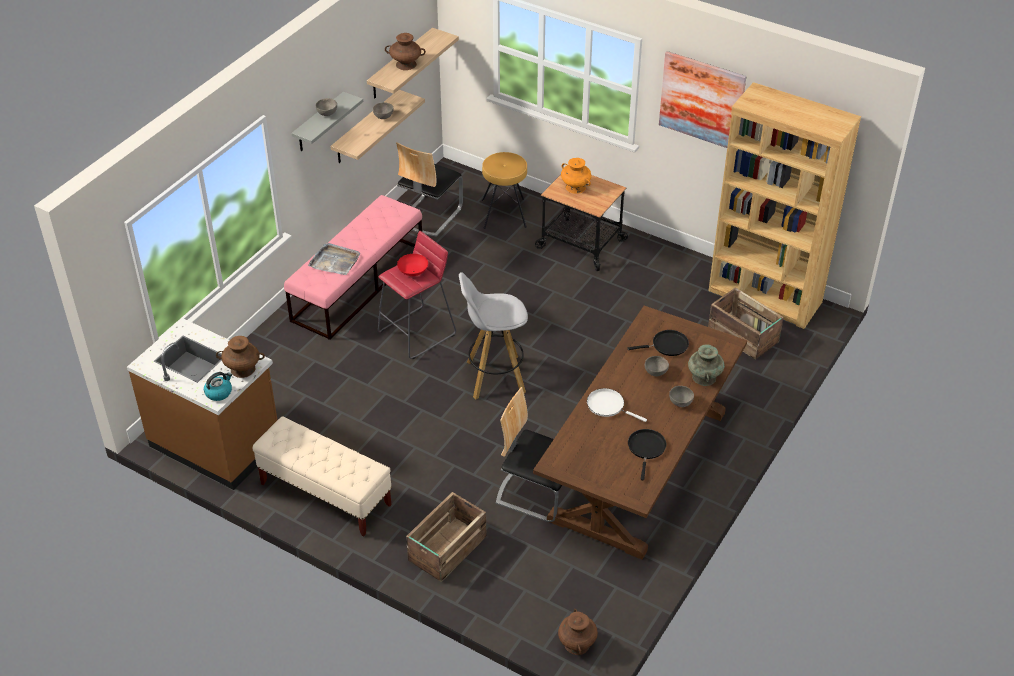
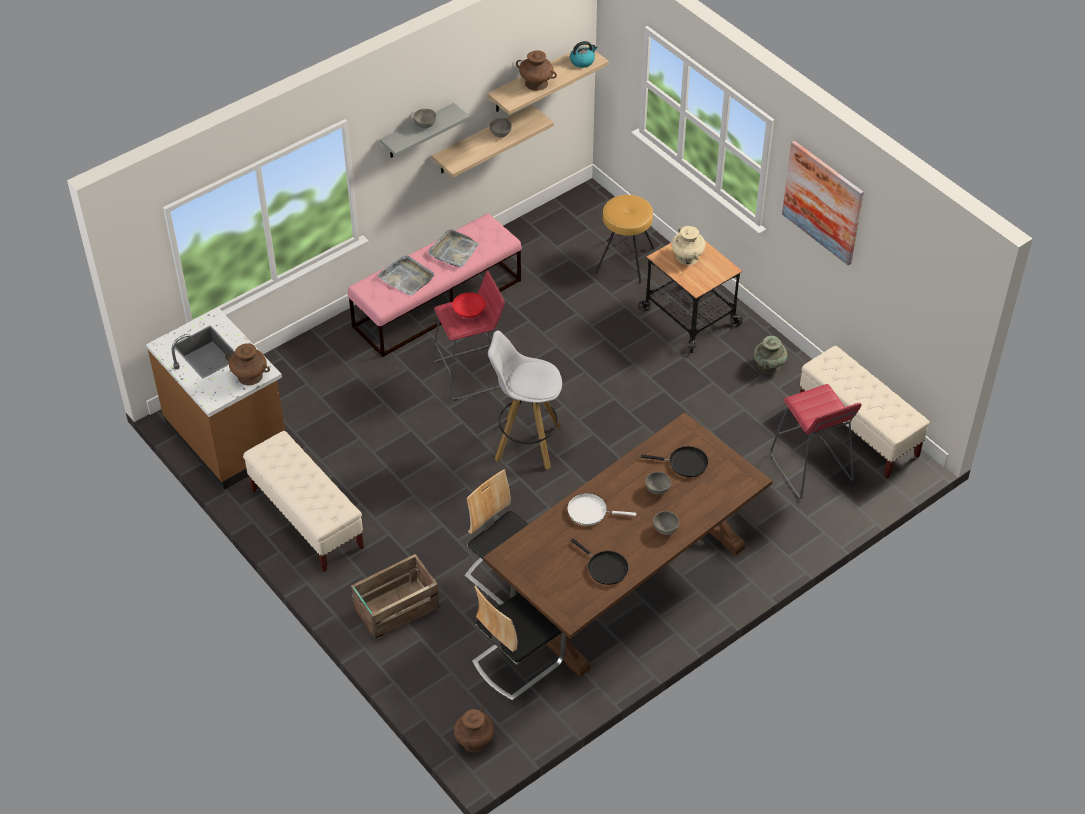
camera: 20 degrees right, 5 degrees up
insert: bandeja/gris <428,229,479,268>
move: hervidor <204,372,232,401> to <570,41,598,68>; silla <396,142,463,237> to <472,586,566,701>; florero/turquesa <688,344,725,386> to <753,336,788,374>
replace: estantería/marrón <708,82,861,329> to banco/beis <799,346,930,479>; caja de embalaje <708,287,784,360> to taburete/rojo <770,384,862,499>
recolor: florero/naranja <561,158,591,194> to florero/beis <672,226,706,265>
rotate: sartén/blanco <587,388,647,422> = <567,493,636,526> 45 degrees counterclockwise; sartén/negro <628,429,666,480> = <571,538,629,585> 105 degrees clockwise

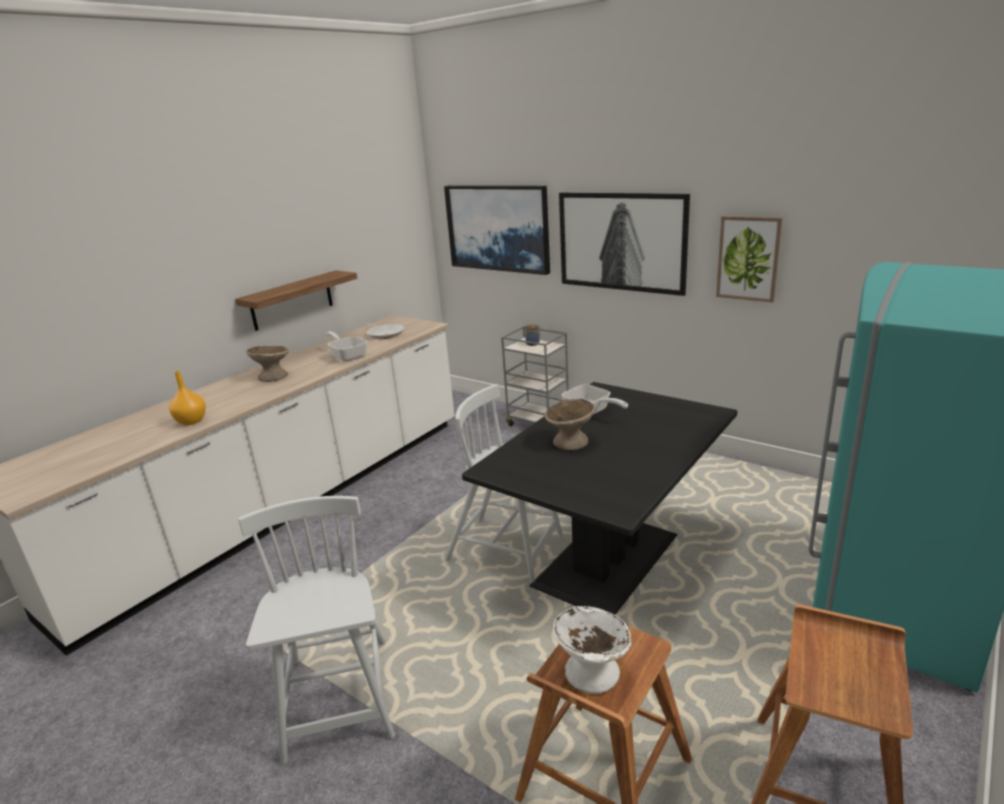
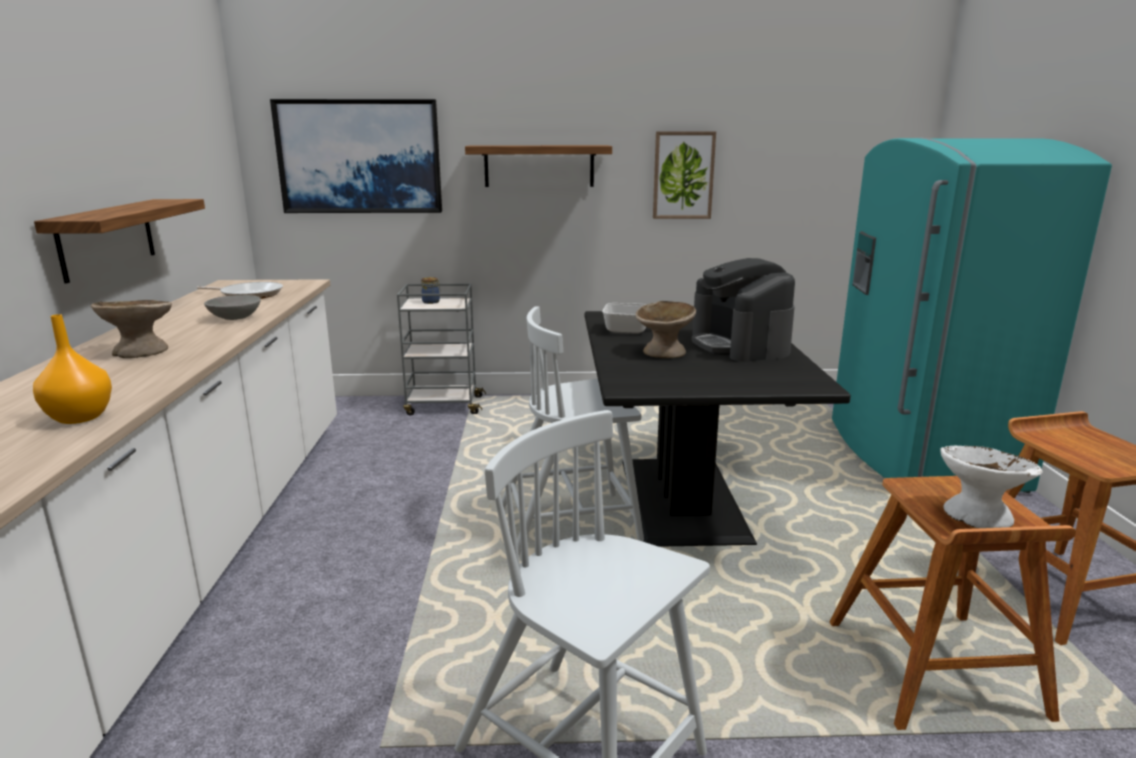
camera: 40 degrees left, 5 degrees down
insert: cafetera <691,258,795,362>
replace: sartén <326,331,367,361> to cuenco/gris <204,295,261,320>; cuadro <559,193,690,296> to estante <465,145,612,187>

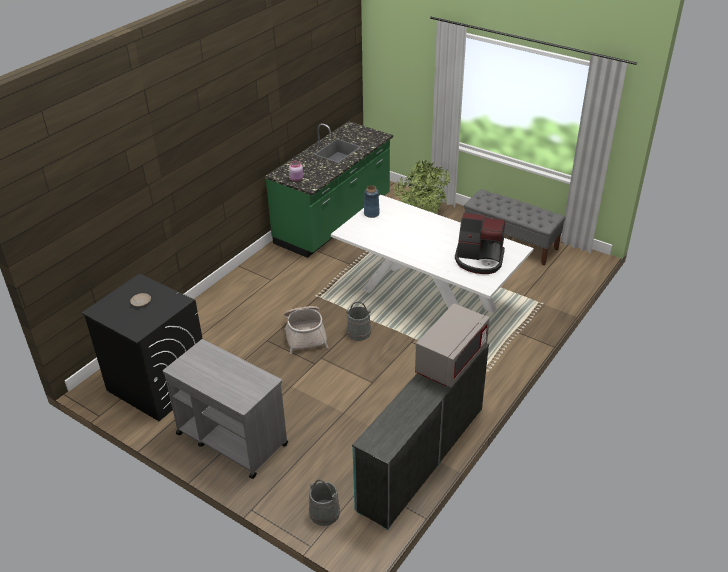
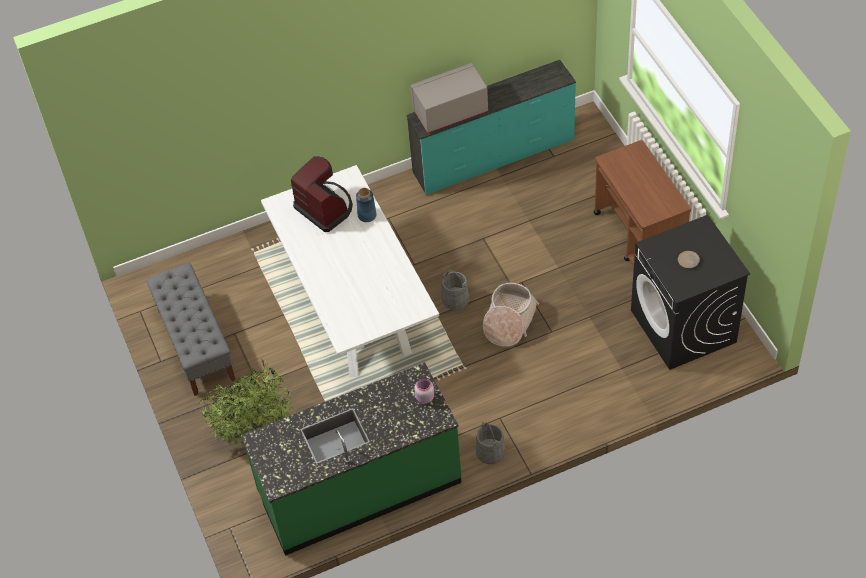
camera: 145 degrees left, 15 degrees up
move: cubo/gris <309,479,340,526> to <476,422,506,464>; florero/azul <364,185,380,218> to <356,188,377,222>
recolor: carrito/gris <163,339,288,479> to carrito/marrón <594,140,691,266>

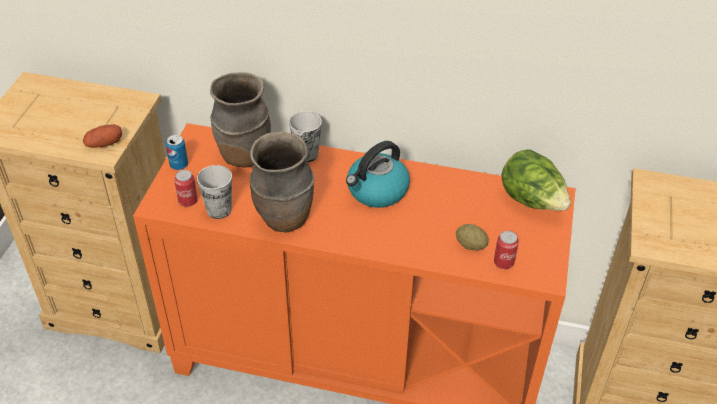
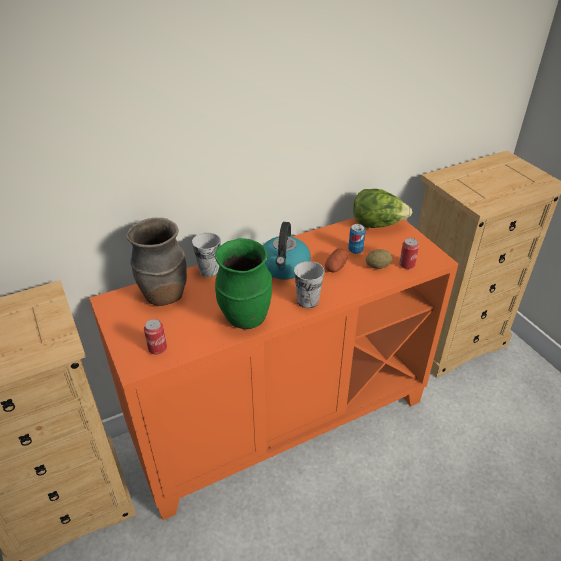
camera: 40 degrees left, 5 degrees down
move: patata <83,124,122,148> to <325,248,348,273>; lata <166,135,188,170> to <348,224,365,254>; taza <197,165,232,219> to <294,261,325,308>
recolor: florero/marrón <250,131,315,232> to florero/verde <215,238,272,329>

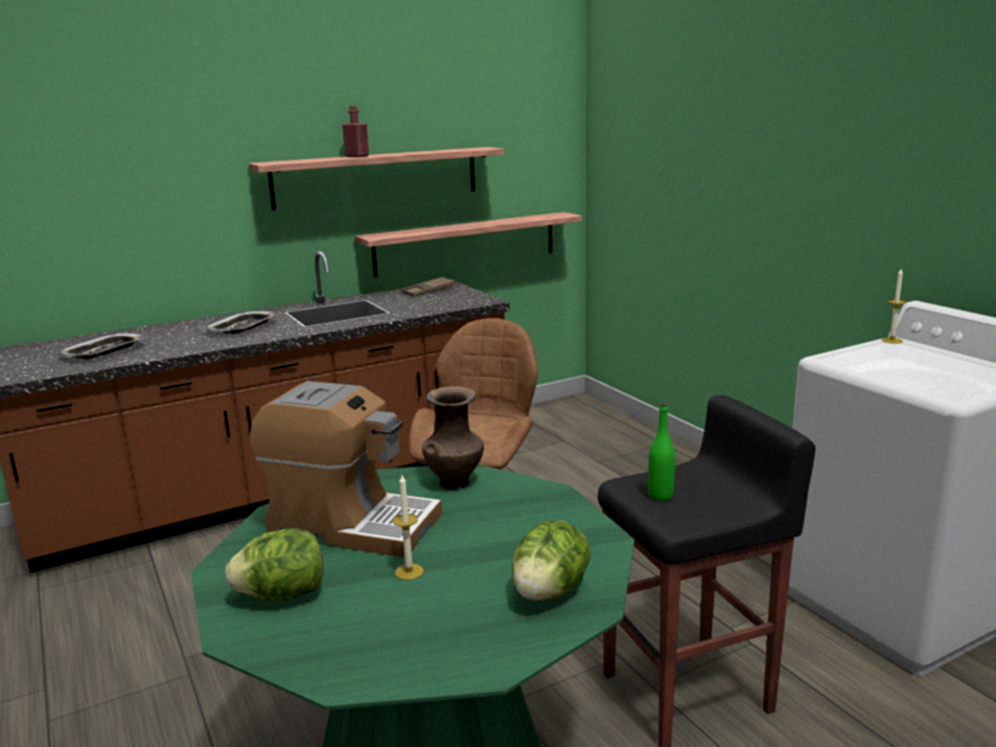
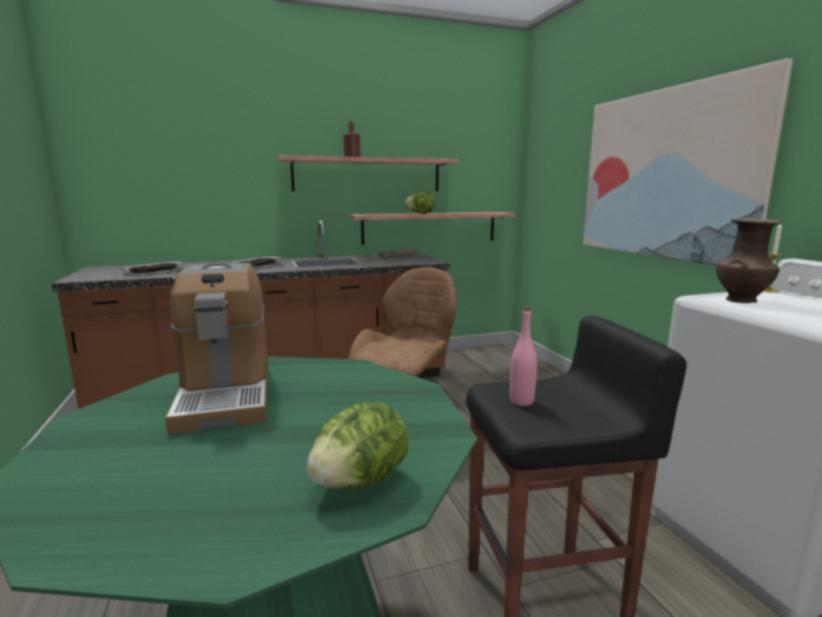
camera: 10 degrees right, 5 degrees down
delete: vela <393,475,424,580>
insert: cuadro <583,58,793,266>
move: lechuga <225,529,323,601> to <405,191,435,214>; florero/marrón <422,386,484,490> to <716,218,782,303>
recolor: botella/verde <648,403,675,501> to botella/rosa <510,308,537,406>
rotate: cafetera <250,381,442,558> = <165,263,268,434> 45 degrees clockwise

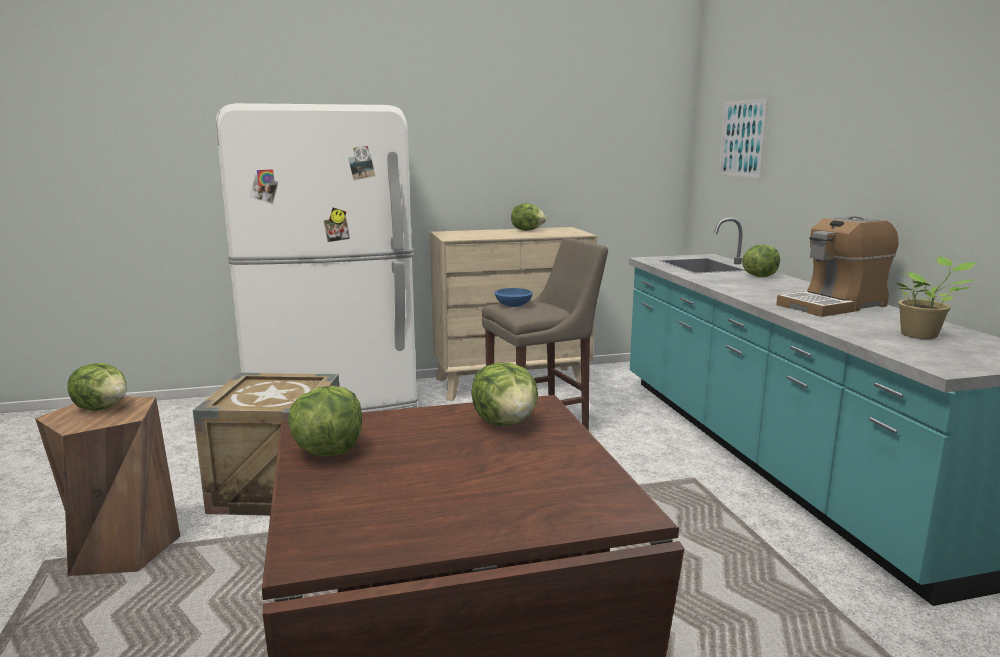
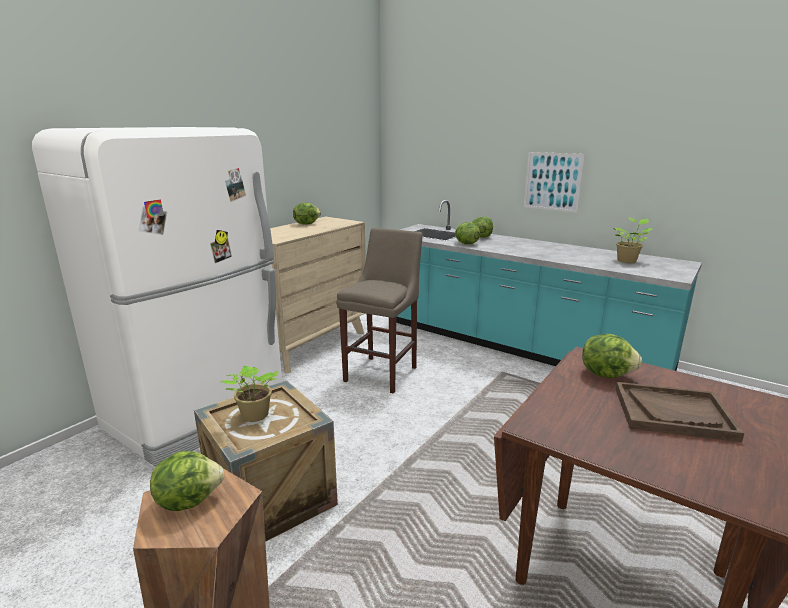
camera: 40 degrees left, 5 degrees up
delete: cuenco/azul <494,288,533,307>; cafetera <776,216,899,317>
insert: planta en maceta <221,365,279,422>; bandeja/marrón <615,382,745,442>
move: lechuga <288,386,362,456> to <455,222,480,244>; cuadro <719,98,768,178> to <524,152,585,213>

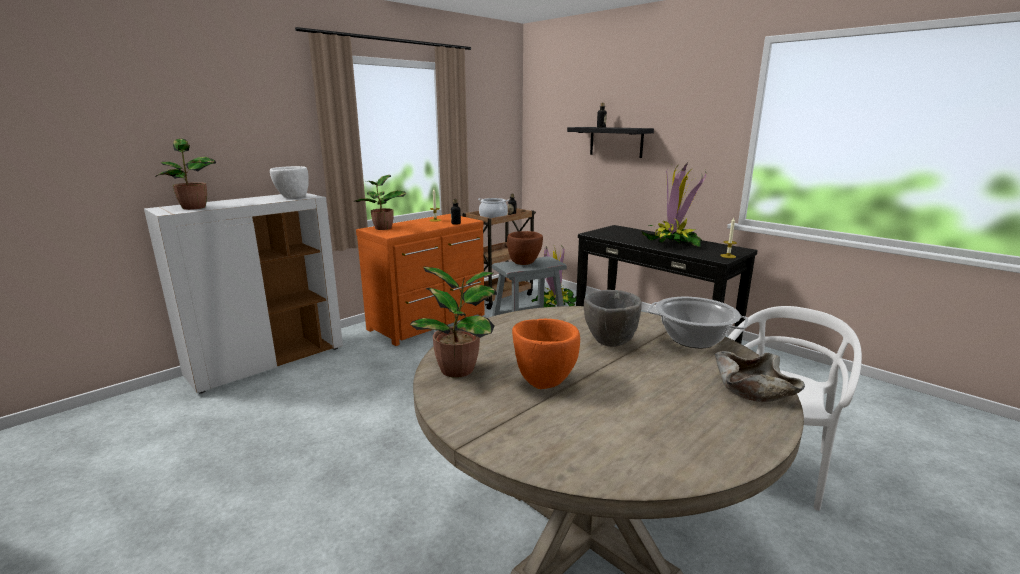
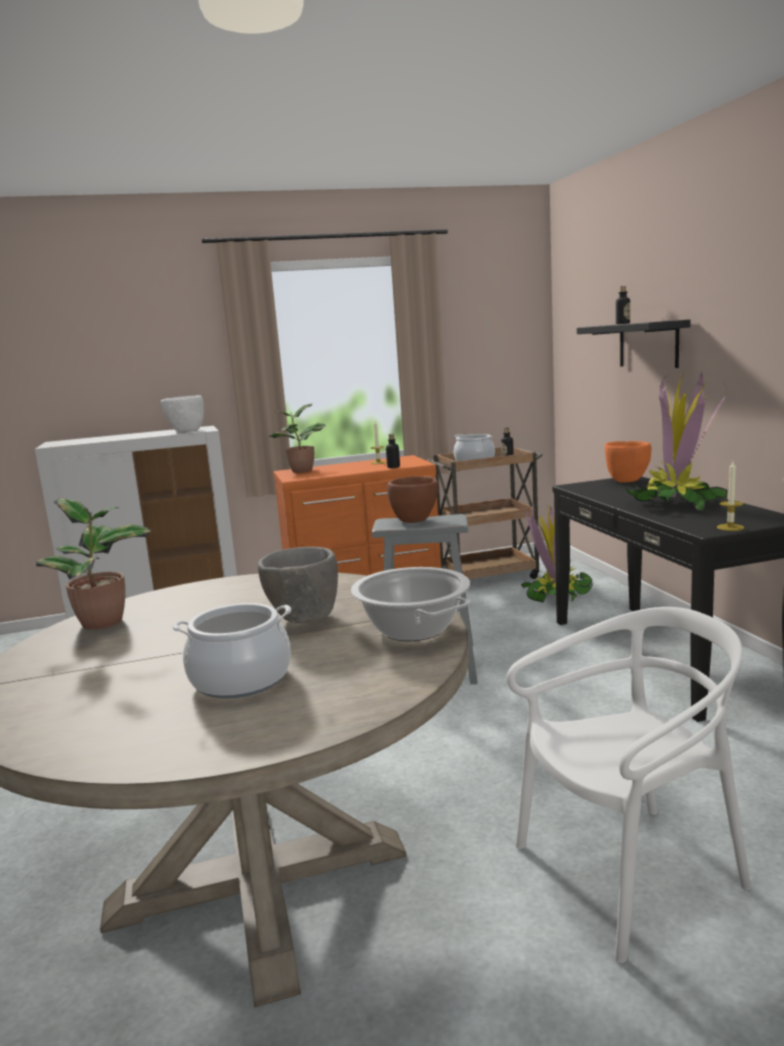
camera: 30 degrees right, 5 degrees down
delete: planta en maceta <156,138,216,210>; cuenco/beis <715,351,805,402>
insert: olla <172,603,291,698>
move: cuenco/naranja <512,319,580,389> to <605,441,651,483>

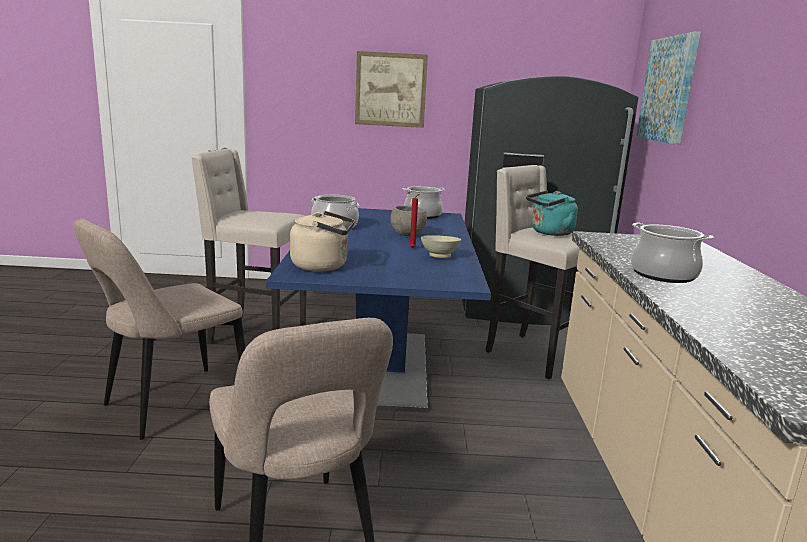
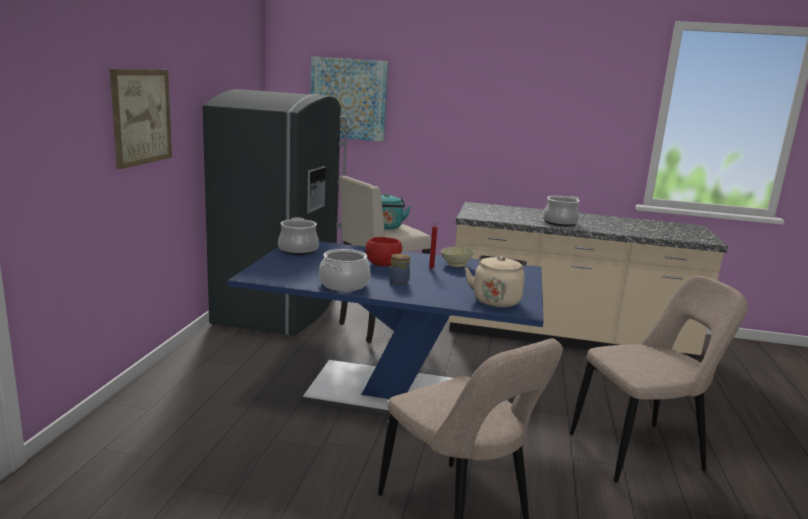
camera: 80 degrees left, 0 degrees up
delete: taburete/beis <191,149,306,344>
insert: tarro <389,254,410,285>
recolor: cuenco/gris <391,205,427,236> to cuenco/rojo <365,237,402,266>

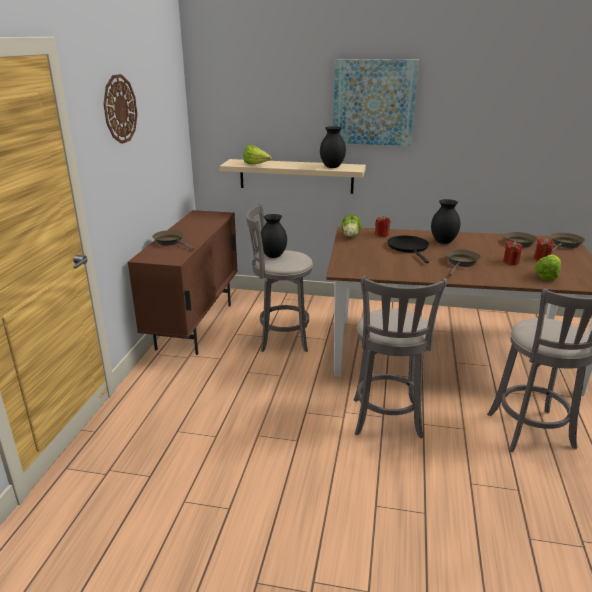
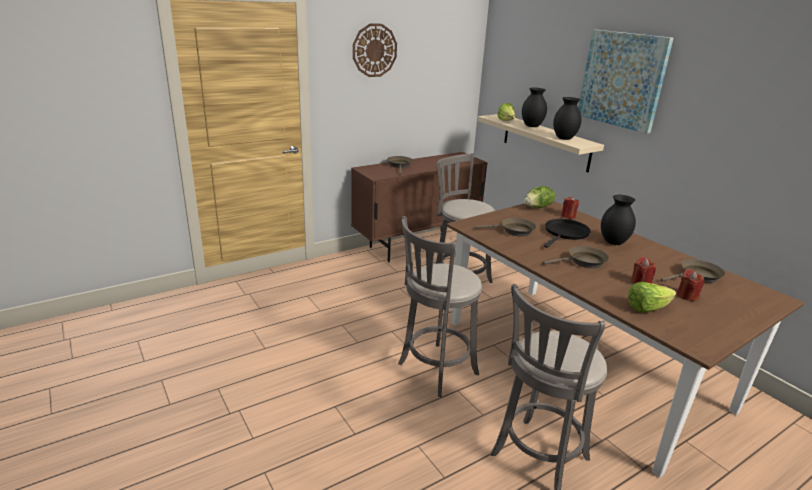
camera: 45 degrees right, 0 degrees up
move: florero/negro <261,214,287,258> to <522,88,547,127>; sartén/marrón <551,232,585,253> to <475,218,536,237>

